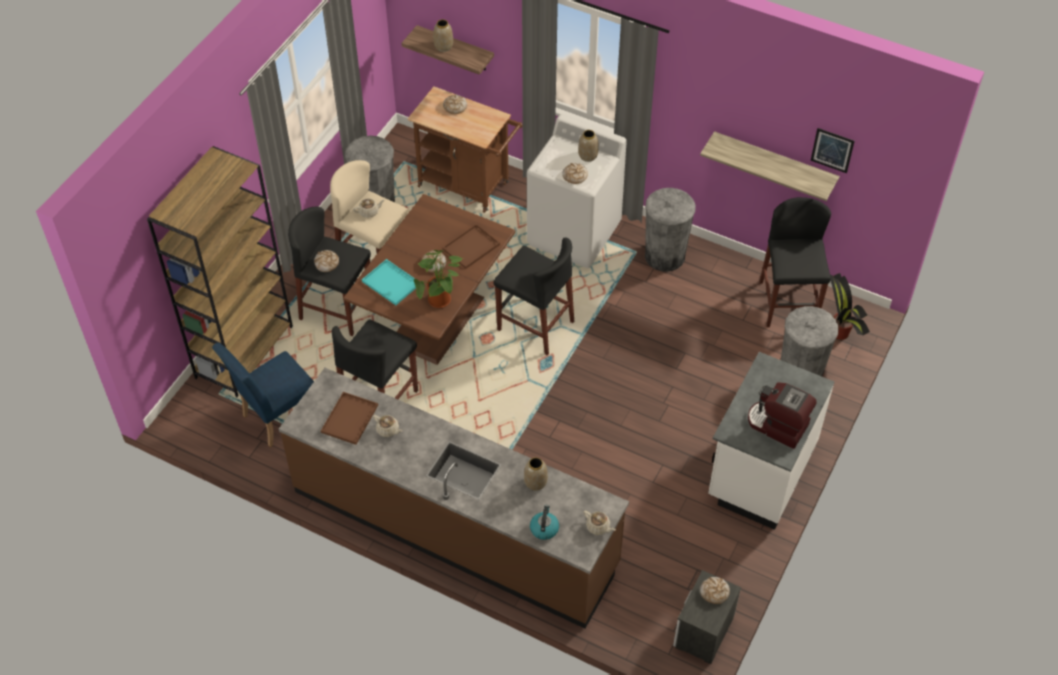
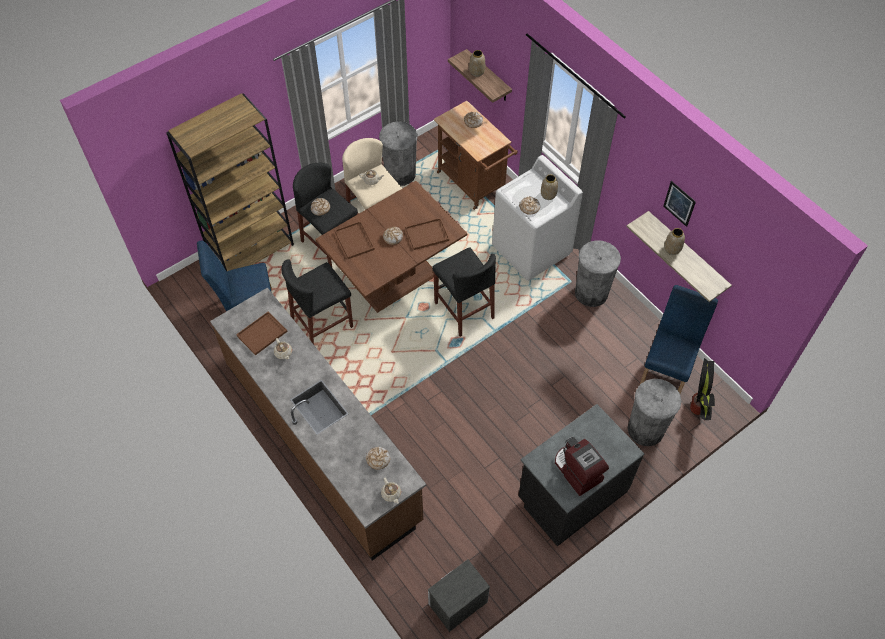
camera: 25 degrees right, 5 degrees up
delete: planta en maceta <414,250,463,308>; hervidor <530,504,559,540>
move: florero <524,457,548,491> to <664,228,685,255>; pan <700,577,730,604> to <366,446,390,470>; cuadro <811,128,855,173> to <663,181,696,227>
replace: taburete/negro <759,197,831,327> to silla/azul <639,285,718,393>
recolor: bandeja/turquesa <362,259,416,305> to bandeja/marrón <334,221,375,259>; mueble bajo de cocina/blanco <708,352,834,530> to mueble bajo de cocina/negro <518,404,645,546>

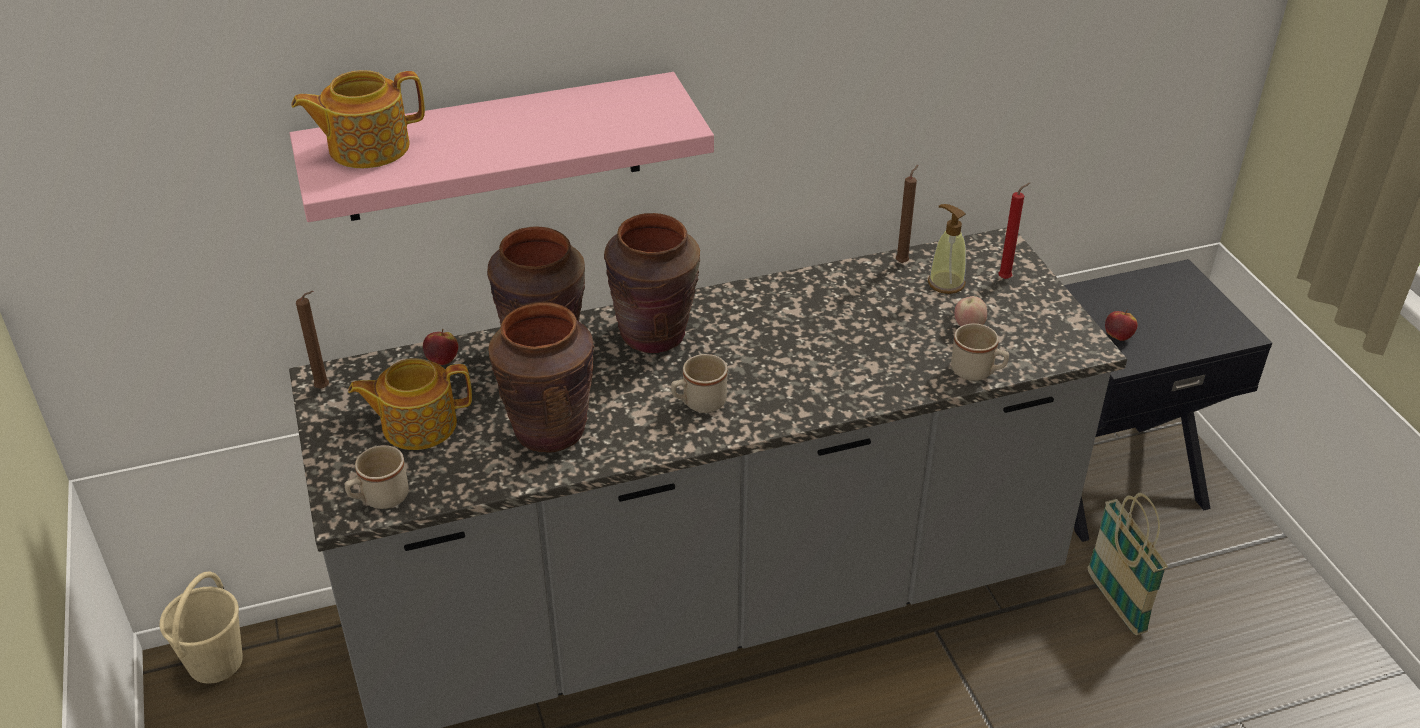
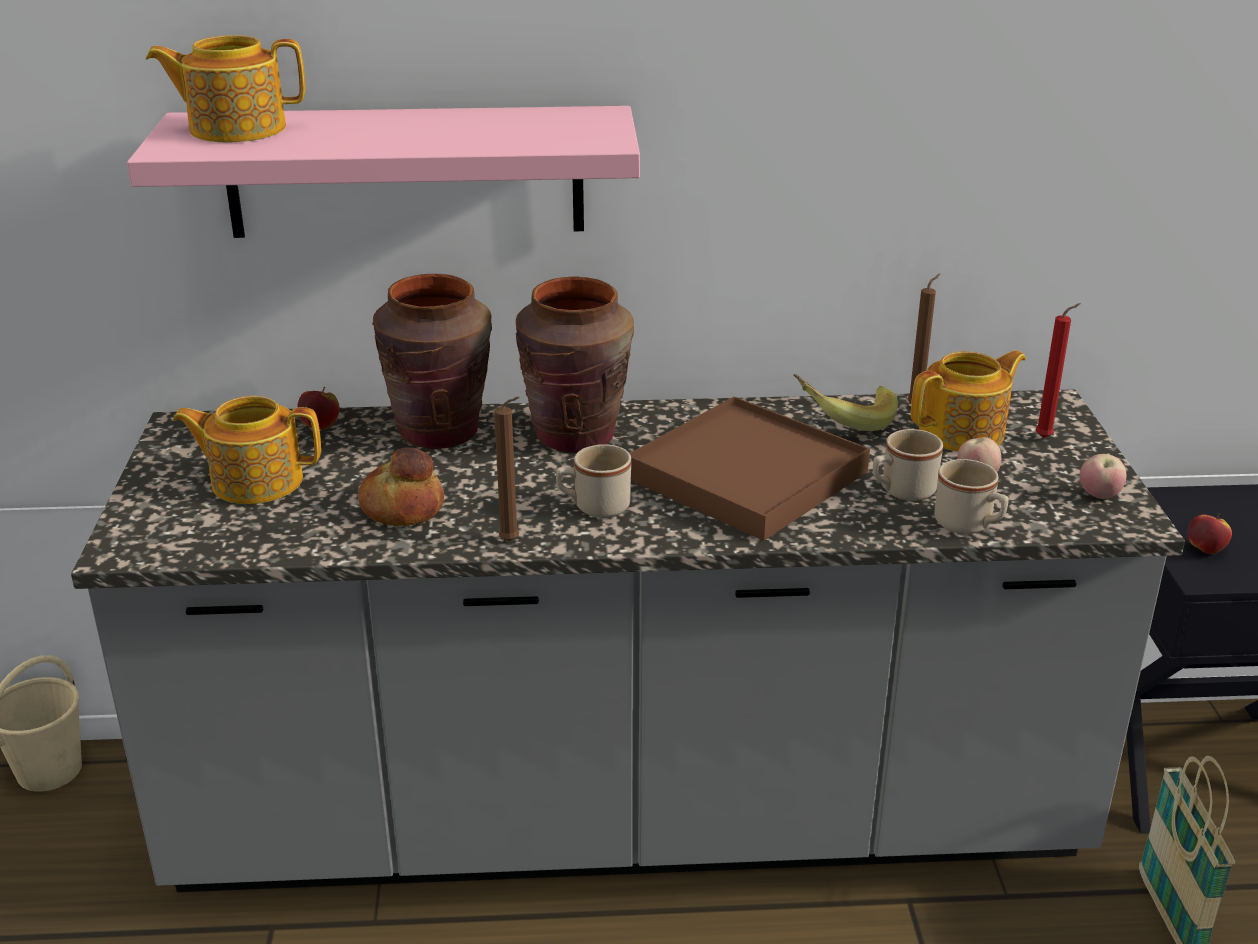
camera: 15 degrees right, 10 degrees down
insert: bandeja/marrón <630,396,870,541>; plátano <793,374,898,431>; manzana <1079,454,1126,499>
move: vela/marrón <296,291,329,389> to <494,397,520,541>; taza grande/beis <345,445,409,509> to <873,429,943,501>
replace: florero/marrón <488,302,594,452> to pan <358,447,444,526>; dispensador de jabón <928,204,966,294> to tetera <911,350,1026,451>

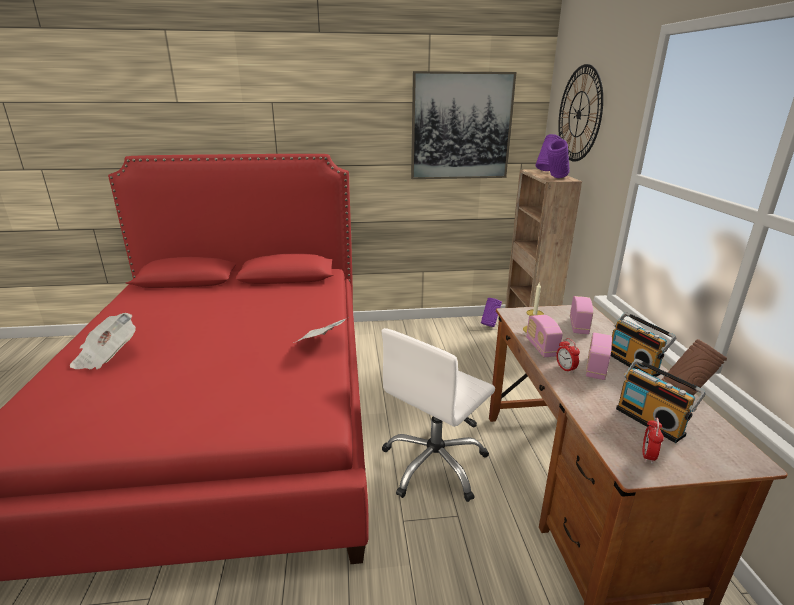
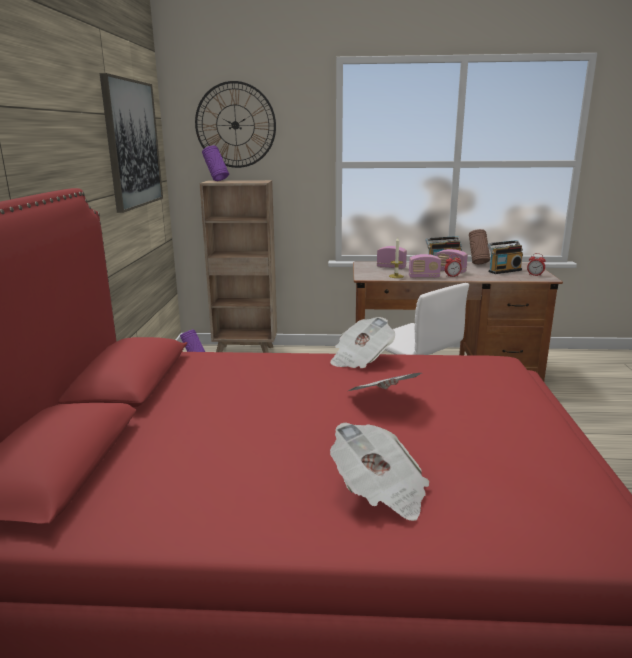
camera: 80 degrees left, 5 degrees down
delete: florero/morado <547,139,570,178>
insert: periódico <348,373,421,391>

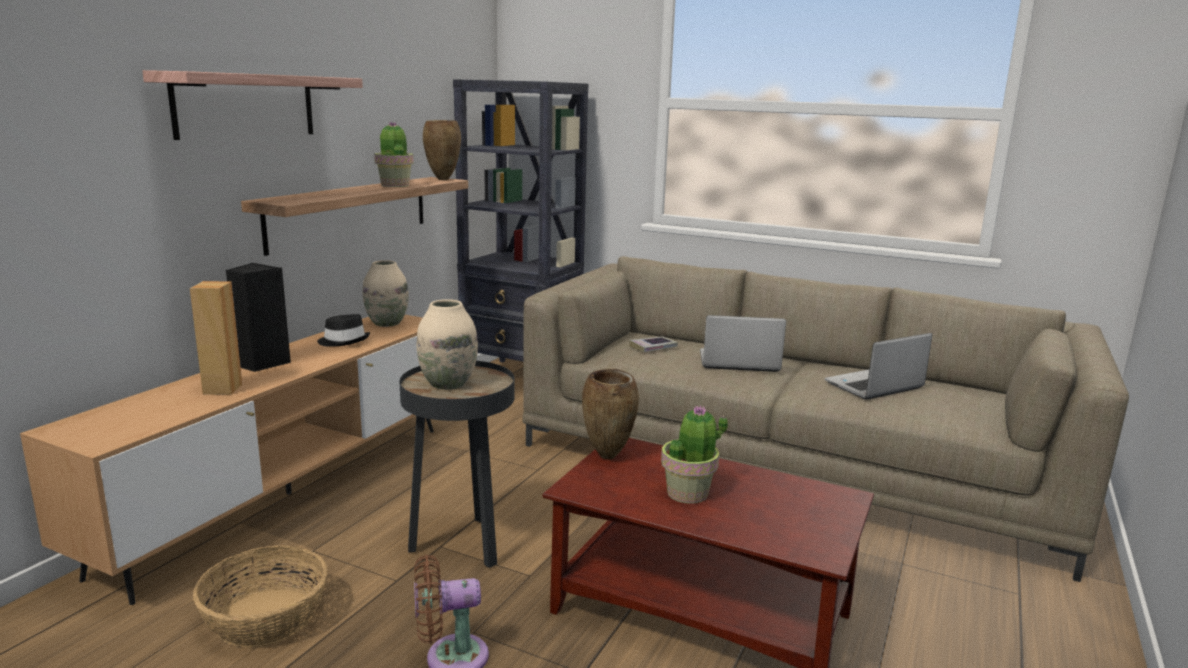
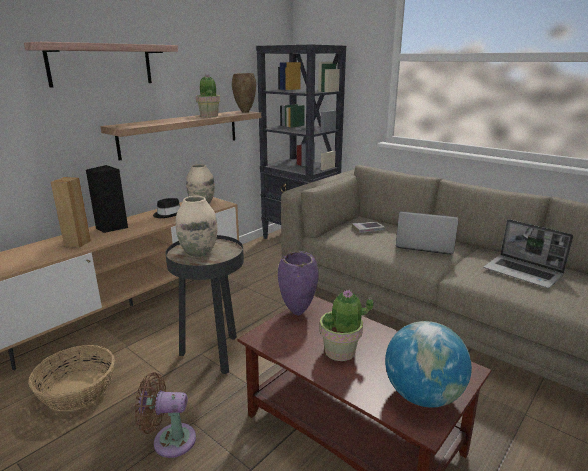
camera: 15 degrees right, 5 degrees up
insert: globo terráqueo <385,321,472,408>
recolor: florero/marrón <582,369,639,460> to florero/morado <278,251,319,316>
rotate: portátil <825,333,932,400> = <484,219,574,288> 120 degrees counterclockwise

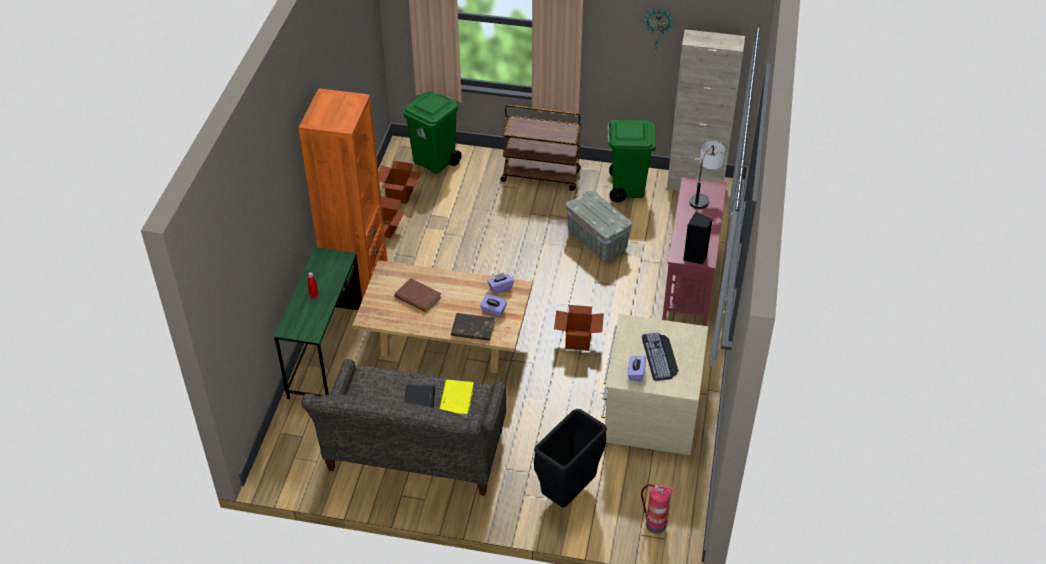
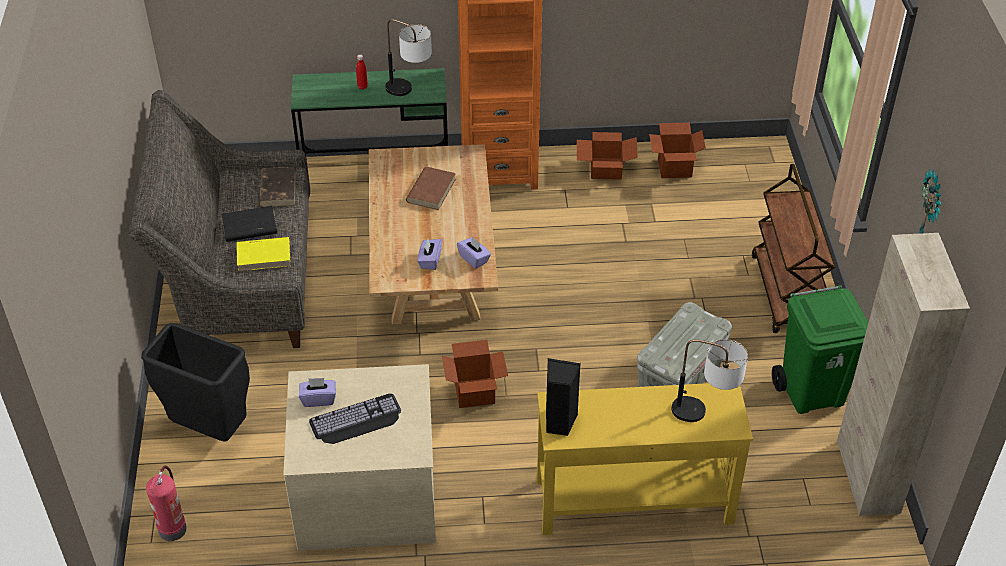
camera: 75 degrees right, 0 degrees up
delete: papelera/verde <403,91,462,174>
insert: lámpara de mesa <385,19,432,96>
move: libro/marrón <451,313,495,341> to <259,167,296,207>
recolor: mesa consola/rojo <662,177,727,326> to mesa consola/amarillo <537,383,753,535>

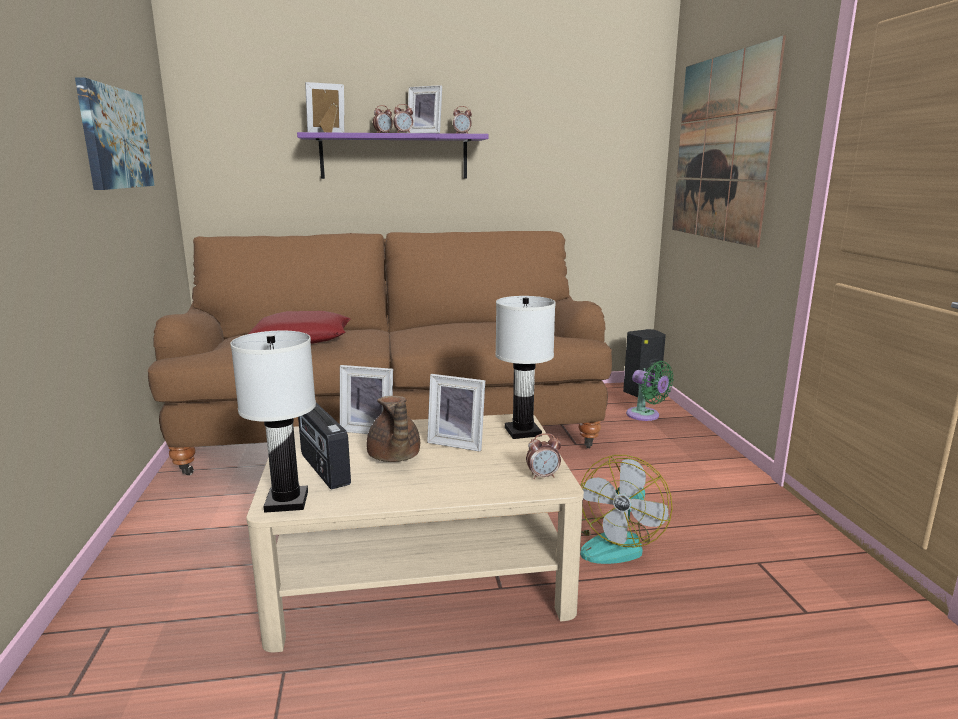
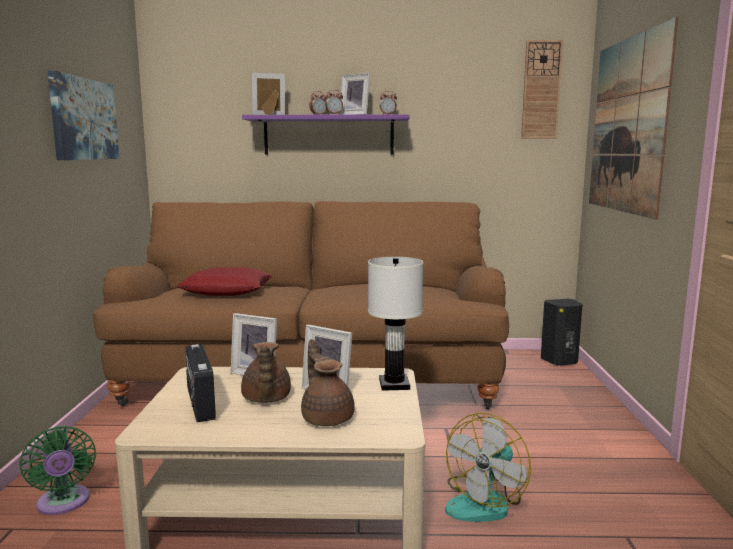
camera: 10 degrees right, 5 degrees down
delete: lámpara de mesa/blanco <230,331,316,513>; despertador <526,433,561,479>
insert: tetera/marrón <301,339,355,426>; reloj de pared <521,40,563,139>
move: ventilador/verde <626,361,674,421> to <19,426,96,515>

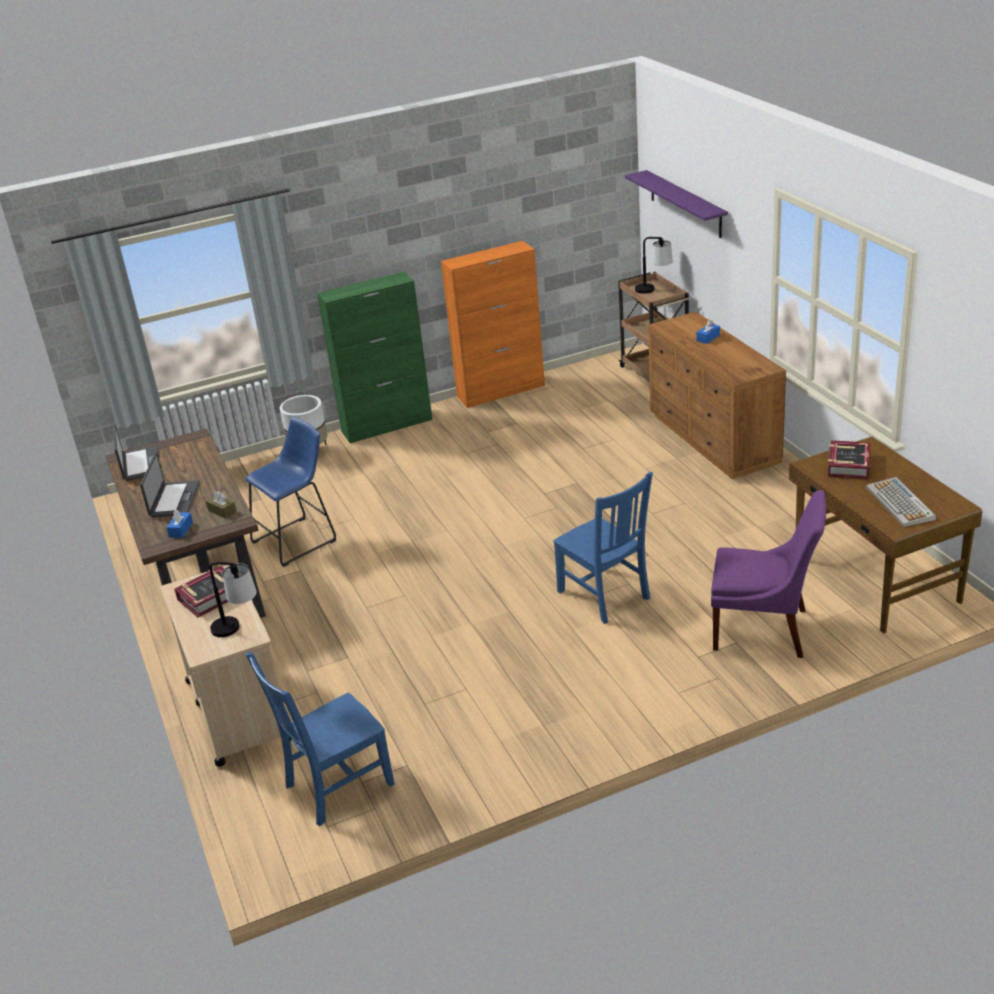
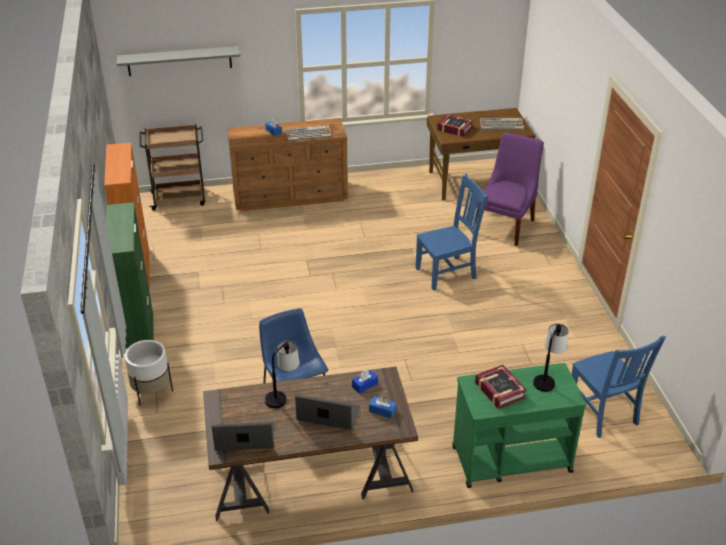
camera: 80 degrees left, 5 degrees up
insert: teclado <286,125,332,141>
move: lámpara de mesa <635,237,673,294> to <265,341,300,408>
recolor: carrito/beis <160,565,291,767> to carrito/verde <452,363,586,488>; caja de pañuelos/marrón <206,491,236,519> to caja de pañuelos/azul <352,369,378,394>; estante/morado <625,170,728,238> to estante/gris <117,46,240,76>

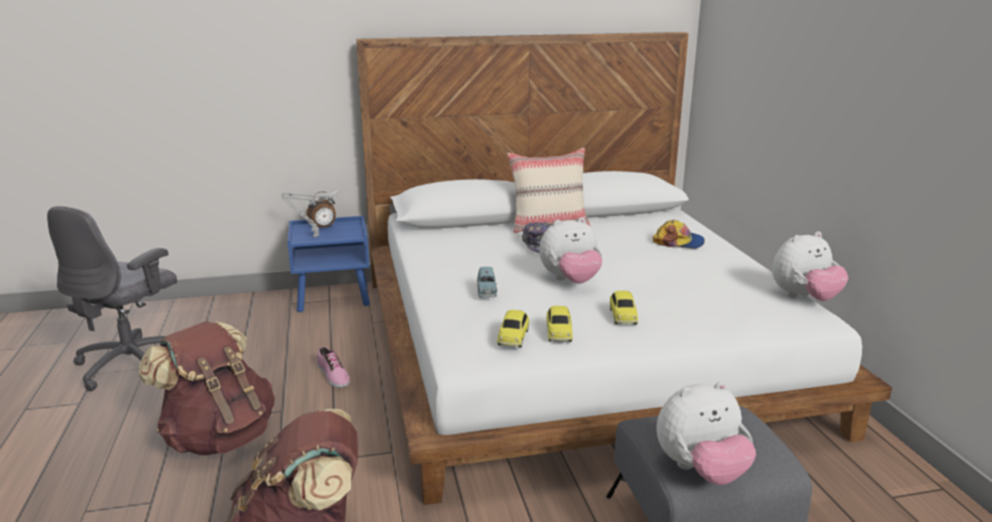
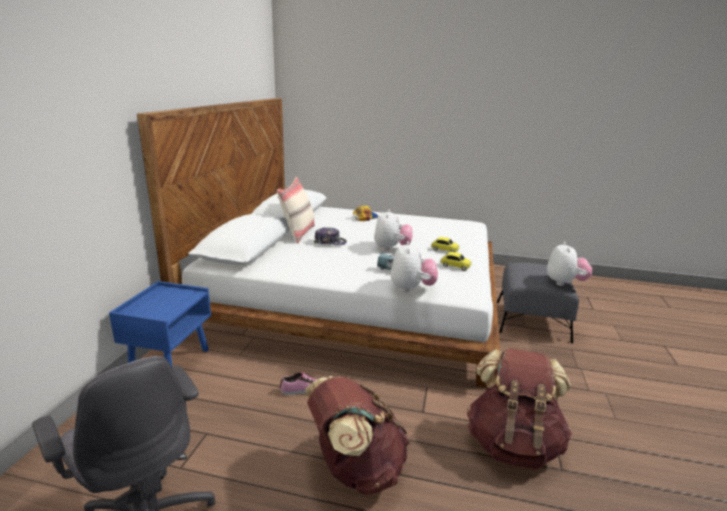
camera: 65 degrees left, 0 degrees up
delete: lámpara de mesa/gris <281,189,340,237>; despertador <307,191,336,228>; coche de juguete <497,310,529,348>
move: peluche <772,231,848,301> to <391,241,438,293>

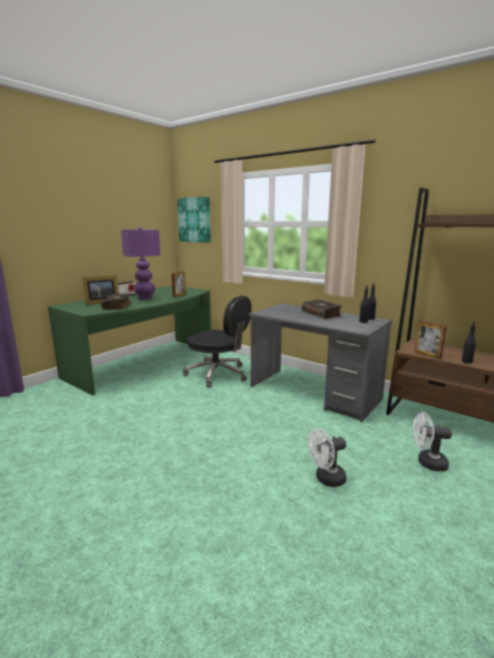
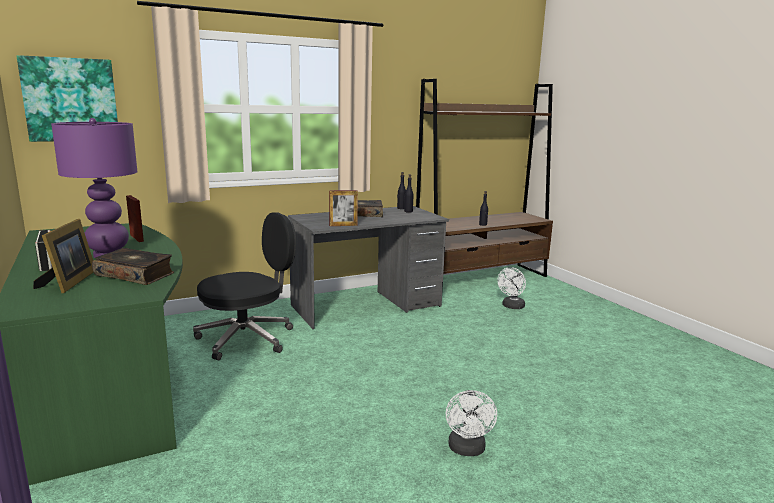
camera: 65 degrees left, 0 degrees up
move: ventilador/blanco <308,428,347,487> to <446,390,497,456>; portarretratos <414,321,447,360> to <329,190,358,226>

